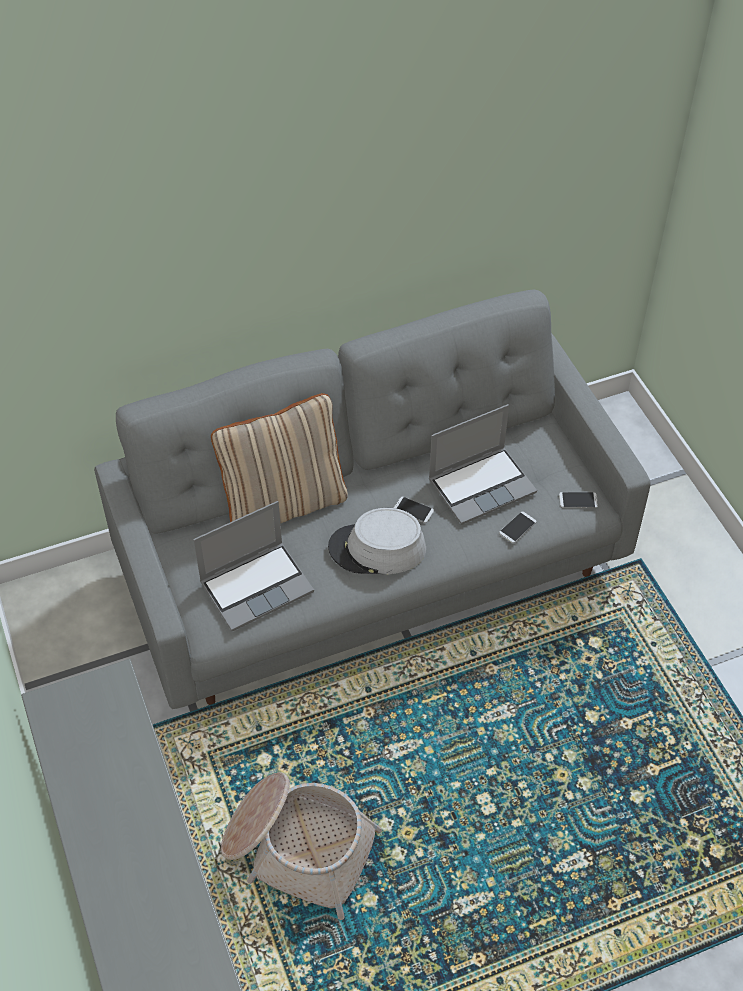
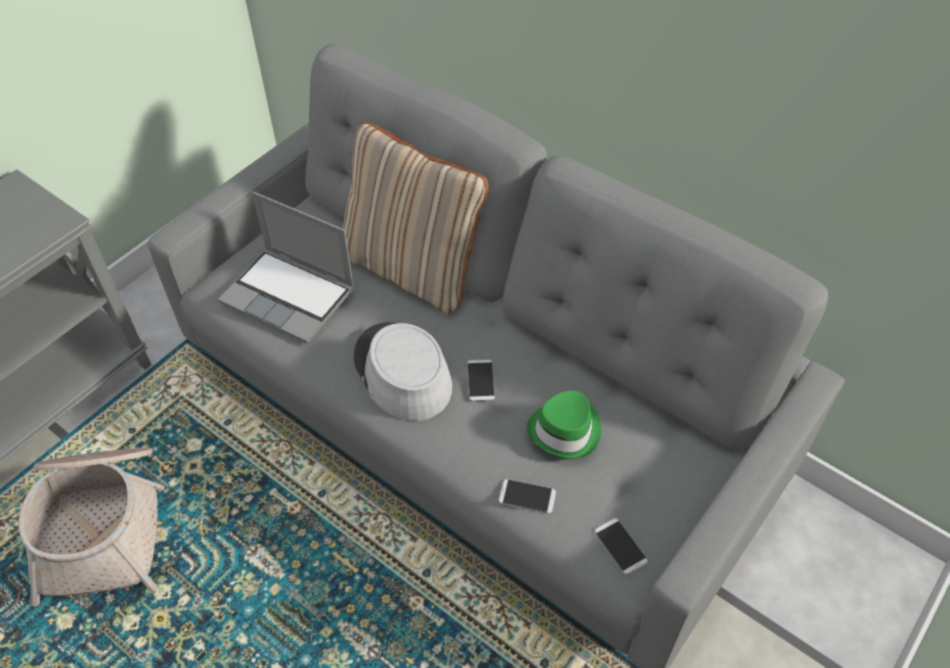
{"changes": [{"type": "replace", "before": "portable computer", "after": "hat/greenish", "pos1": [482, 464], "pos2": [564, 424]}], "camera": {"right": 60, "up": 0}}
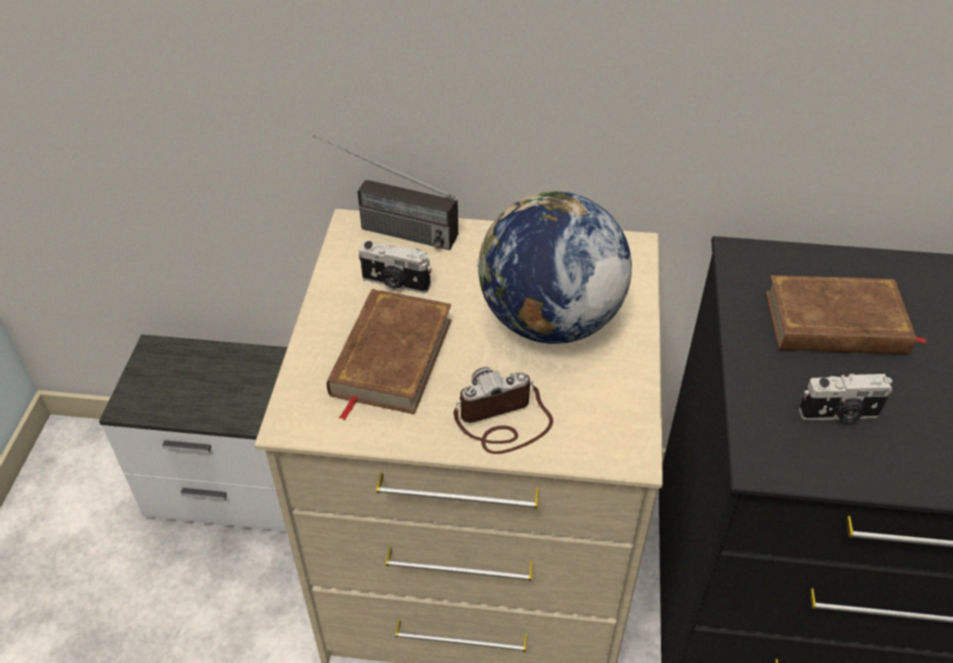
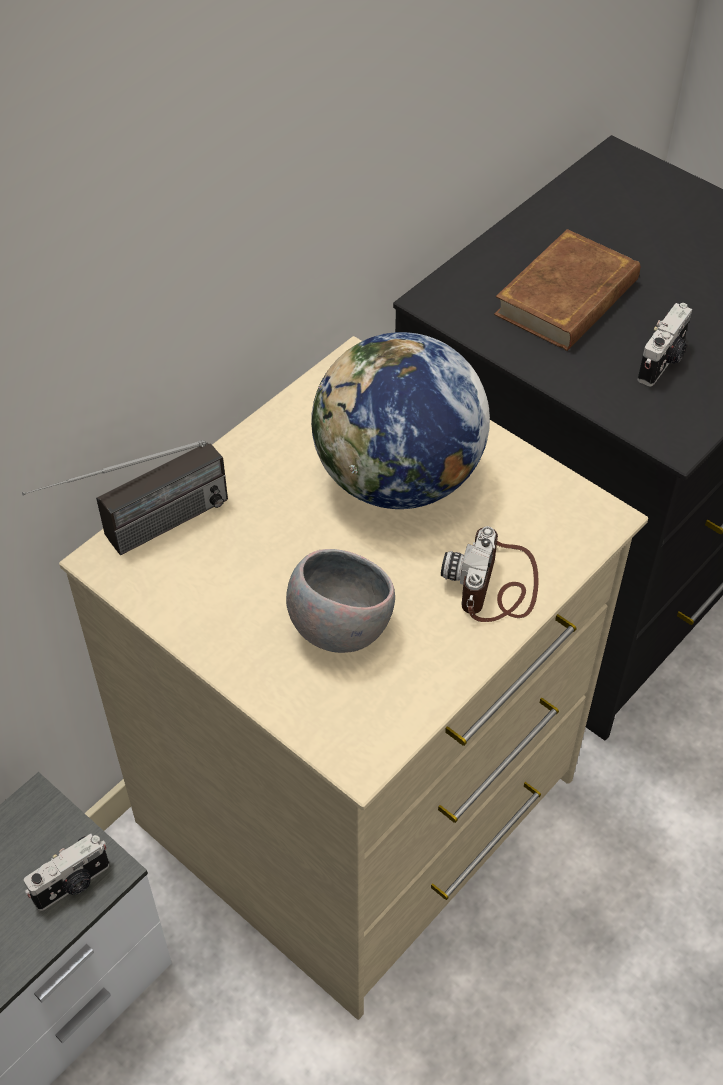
{"changes": [{"type": "replace", "before": "bound book/brown", "after": "serving bowl/greyish", "pos1": [389, 354], "pos2": [340, 601]}, {"type": "move", "before": "photo camera", "pos1": [395, 267], "pos2": [66, 872]}], "camera": {"right": -55, "up": 5}}
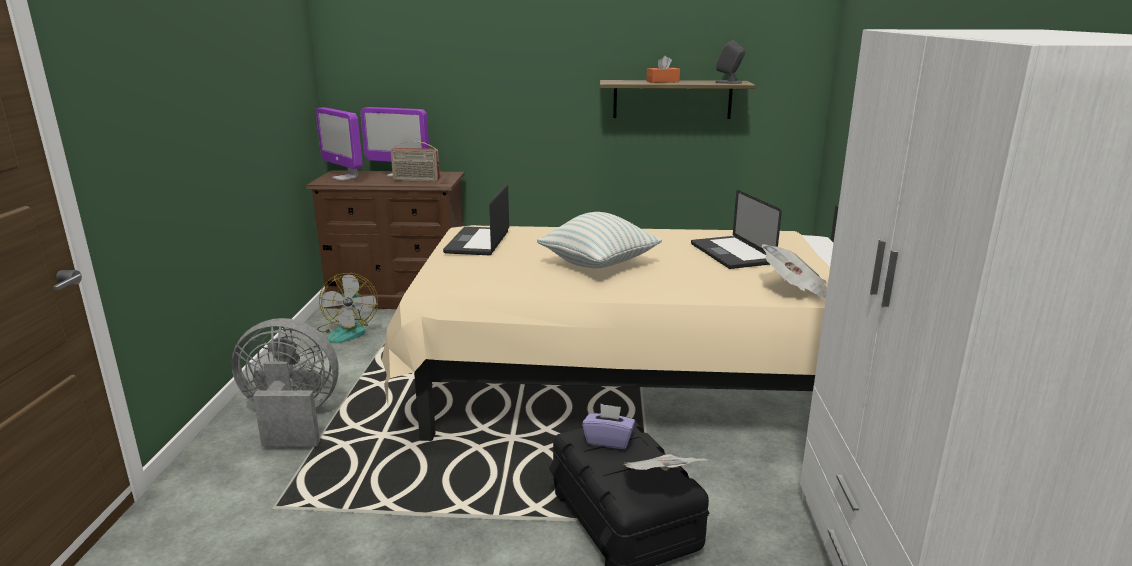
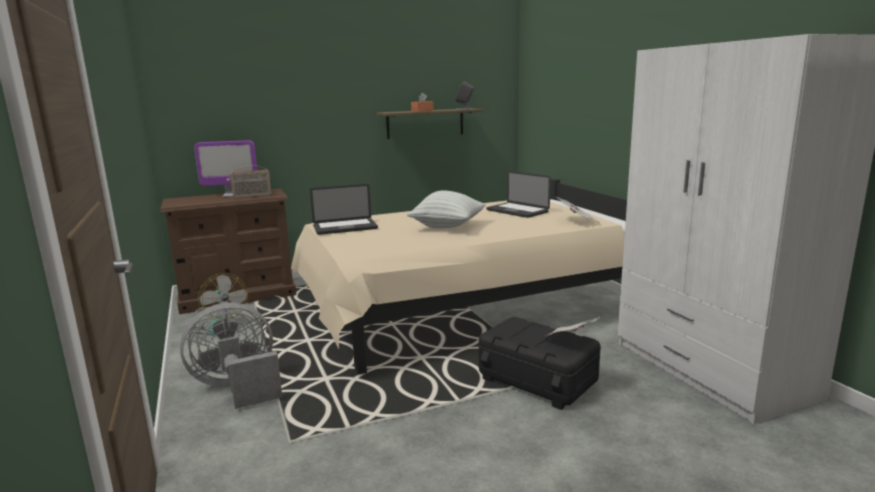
{"changes": [{"type": "delete", "before": "computer display", "pos1": [339, 144]}, {"type": "rotate", "before": "portable computer", "pos1": [476, 219], "pos2": [344, 209], "turn": -90}, {"type": "delete", "before": "box of tissues/purple-coloured", "pos1": [608, 426]}], "camera": {"right": -25, "up": -5}}
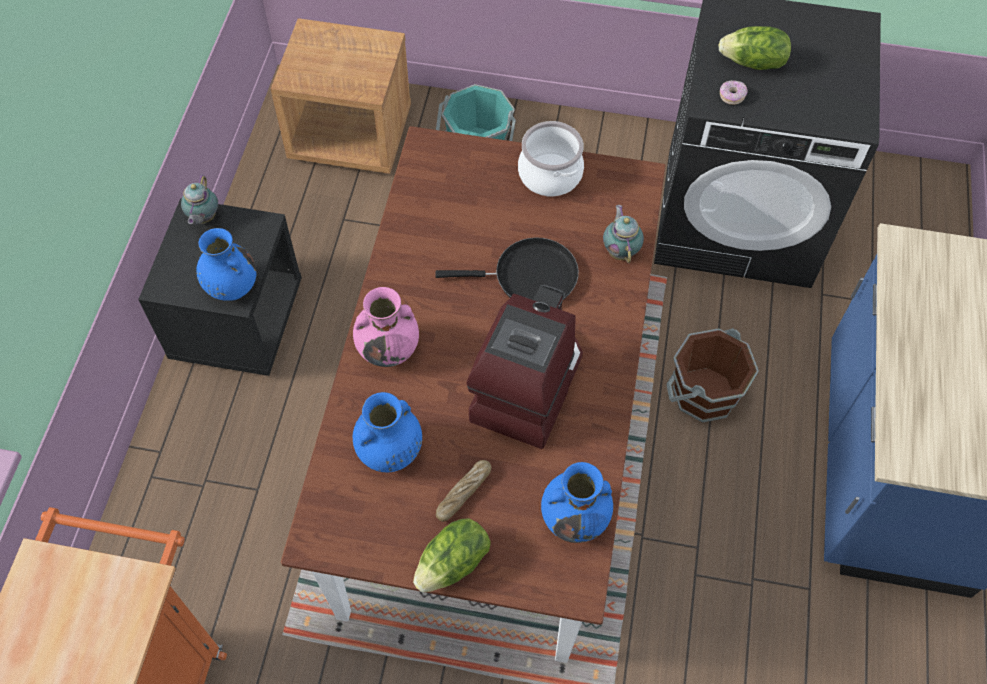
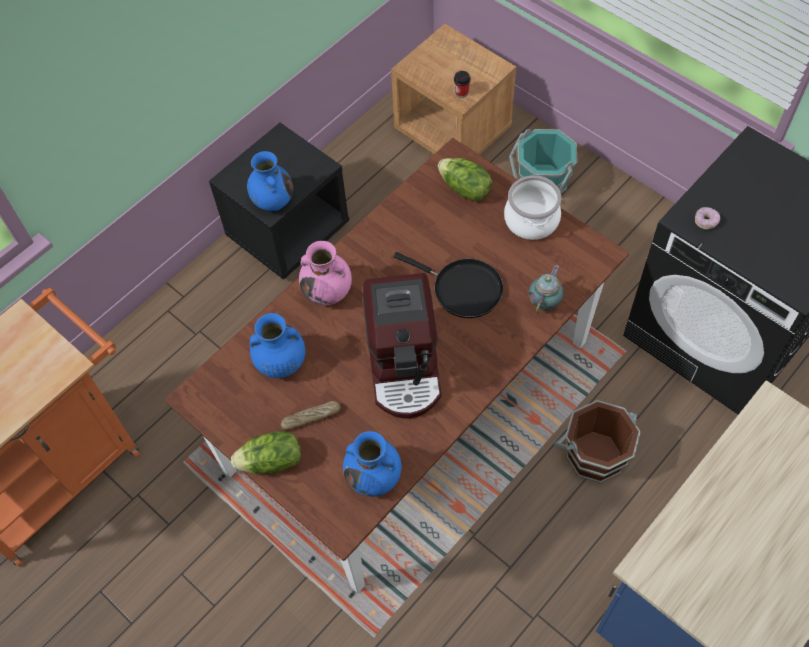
{"changes": [{"type": "delete", "before": "pot for tea", "pos1": [199, 200]}, {"type": "rotate", "before": "coffee machine", "pos1": [524, 367], "pos2": [402, 346], "turn": 120}, {"type": "move", "before": "lettuce", "pos1": [754, 48], "pos2": [465, 179]}, {"type": "insert", "after": "small cup", "pos2": [462, 84]}], "camera": {"right": 35, "up": 0}}
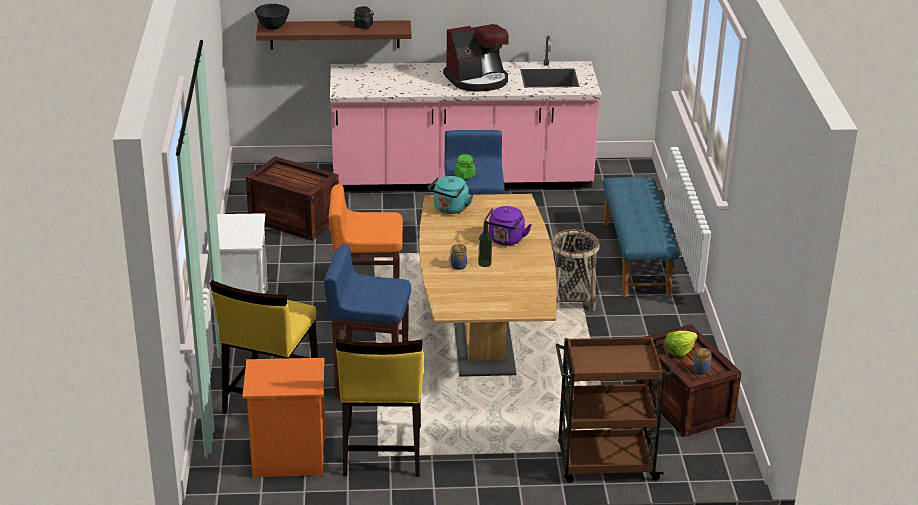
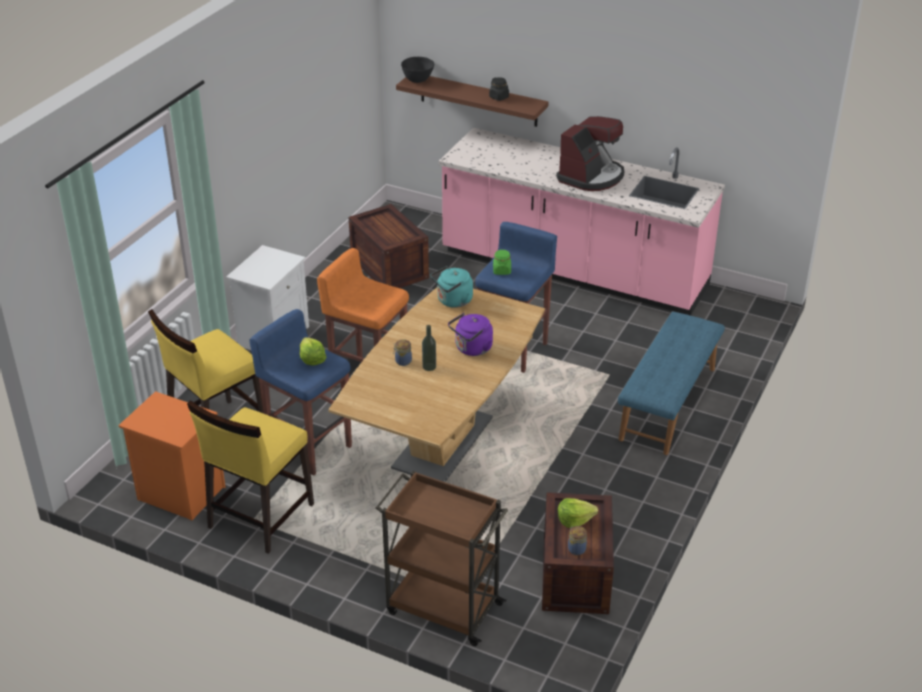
{"changes": [{"type": "rotate", "before": "coffee machine", "pos1": [476, 58], "pos2": [590, 153], "turn": -60}, {"type": "delete", "before": "storage basket", "pos1": [575, 270]}, {"type": "insert", "after": "lettuce", "pos2": [313, 351]}], "camera": {"right": 30, "up": 5}}
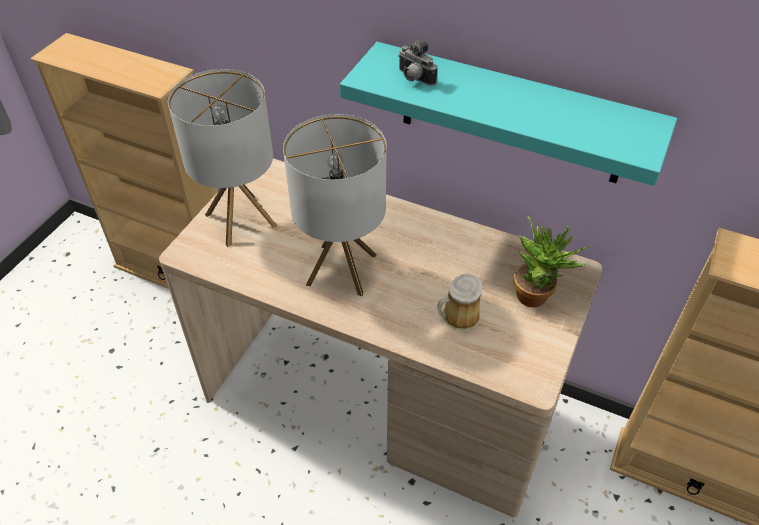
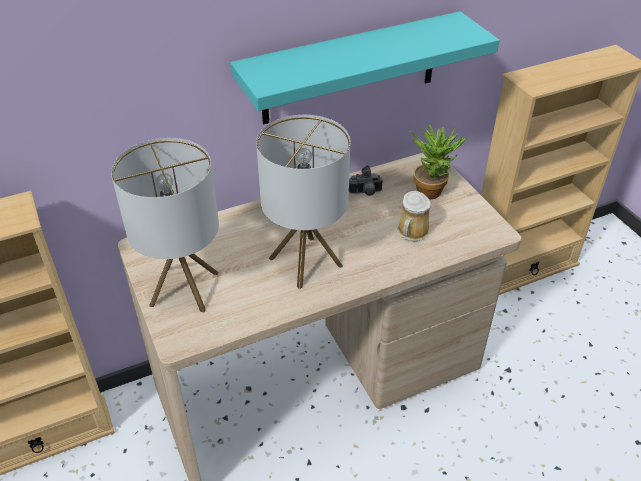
{"changes": [{"type": "move", "before": "photo camera", "pos1": [417, 63], "pos2": [366, 180]}], "camera": {"right": -50, "up": -5}}
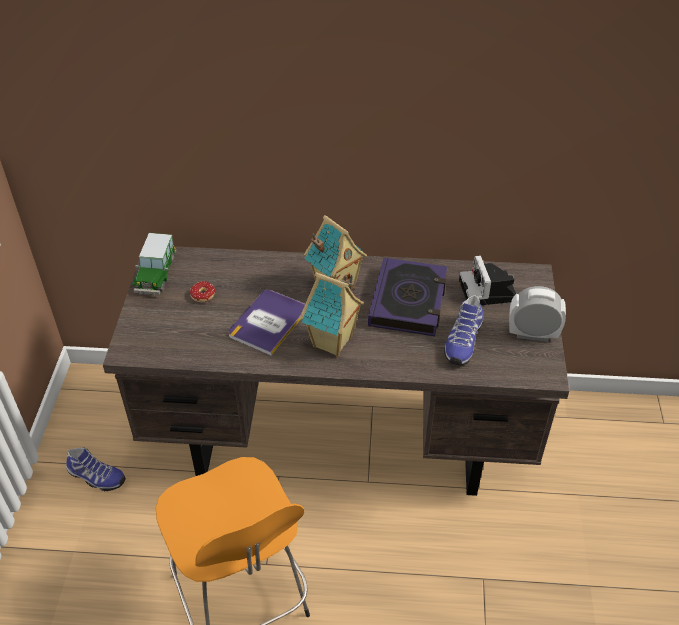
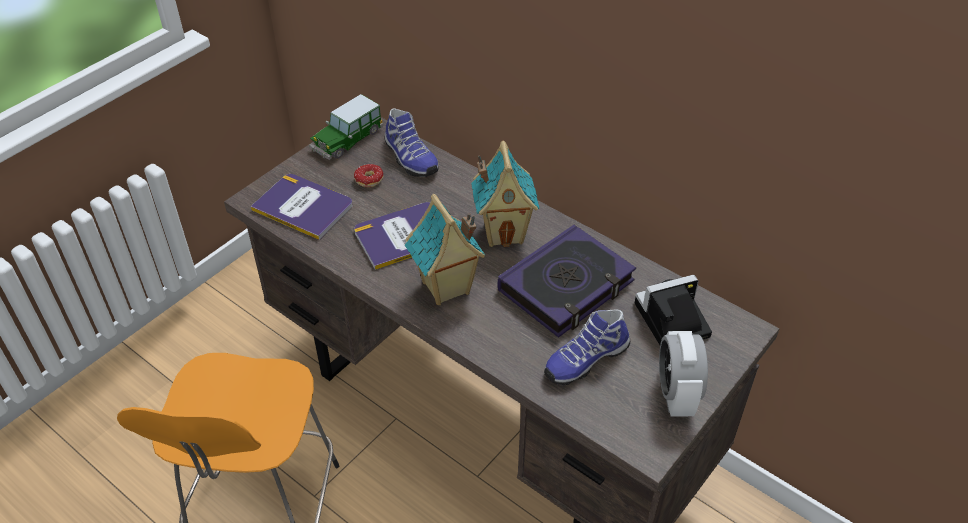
{"changes": [{"type": "move", "before": "shoe", "pos1": [96, 469], "pos2": [412, 142]}, {"type": "rotate", "before": "photo camera", "pos1": [487, 280], "pos2": [673, 310], "turn": 45}, {"type": "rotate", "before": "bedside clock", "pos1": [537, 314], "pos2": [683, 374], "turn": -135}, {"type": "insert", "after": "bound book", "pos2": [301, 207]}], "camera": {"right": 35, "up": 0}}
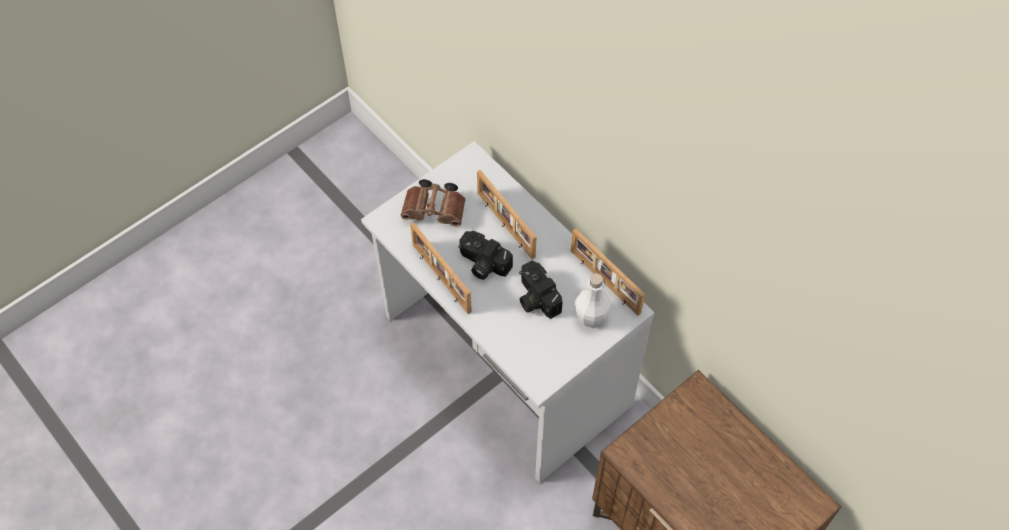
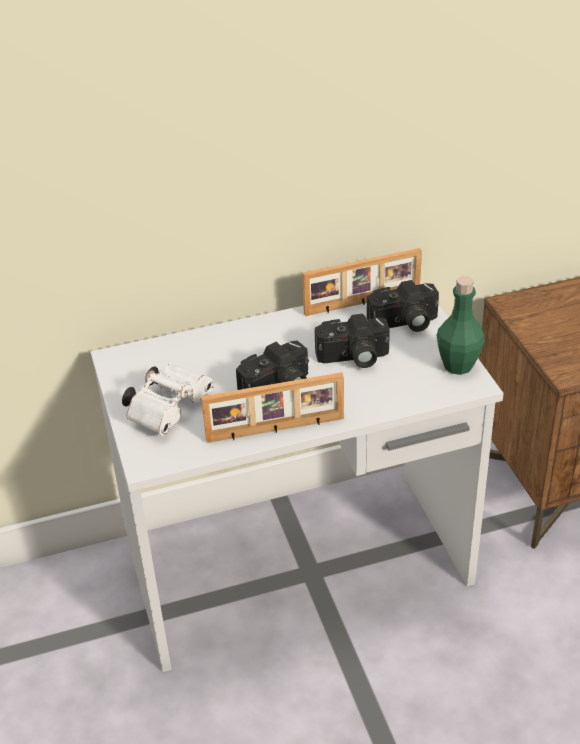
{"changes": [{"type": "recolor", "before": "pair of binoculars/brown", "after": "pair of binoculars/white-coloured", "pos1": [433, 203], "pos2": [168, 399]}, {"type": "delete", "before": "photo frame", "pos1": [506, 214]}, {"type": "replace", "before": "bottle/white-coloured", "after": "photo camera", "pos1": [593, 300], "pos2": [403, 306]}, {"type": "insert", "after": "bottle/greenish", "pos2": [461, 325]}], "camera": {"right": -65, "up": -20}}
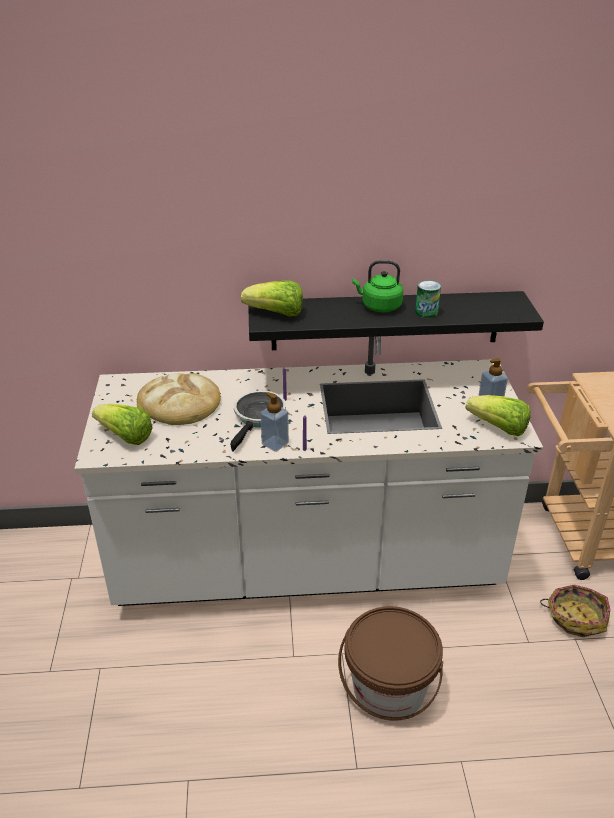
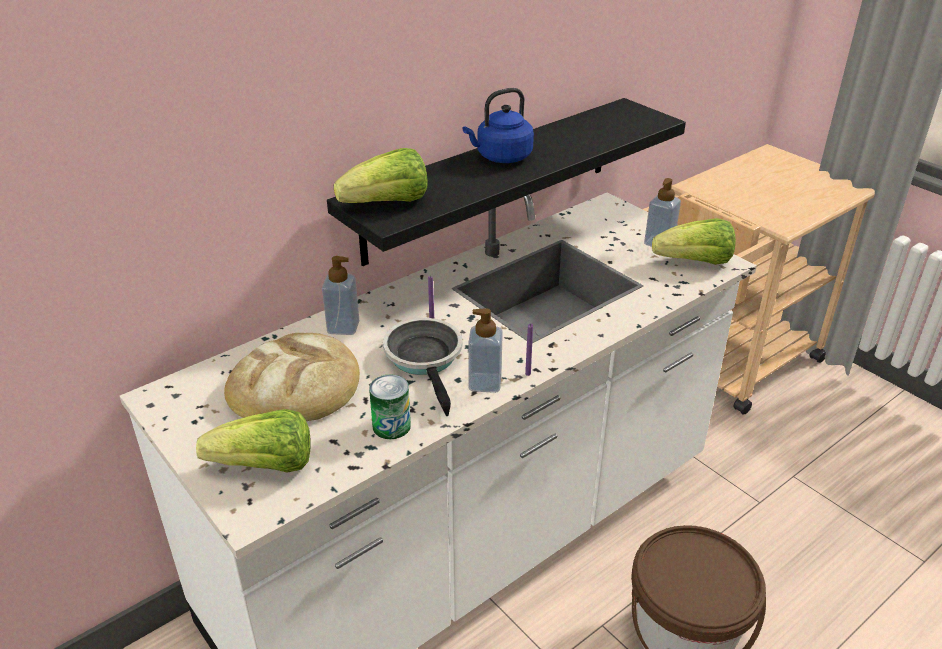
{"changes": [{"type": "recolor", "before": "tea kettle/greenish", "after": "tea kettle/blue", "pos1": [377, 286], "pos2": [498, 125]}, {"type": "move", "before": "metal can", "pos1": [428, 299], "pos2": [390, 406]}, {"type": "delete", "before": "storage basket", "pos1": [575, 611]}, {"type": "insert", "after": "soap dispenser", "pos2": [340, 295]}], "camera": {"right": -35, "up": 0}}
